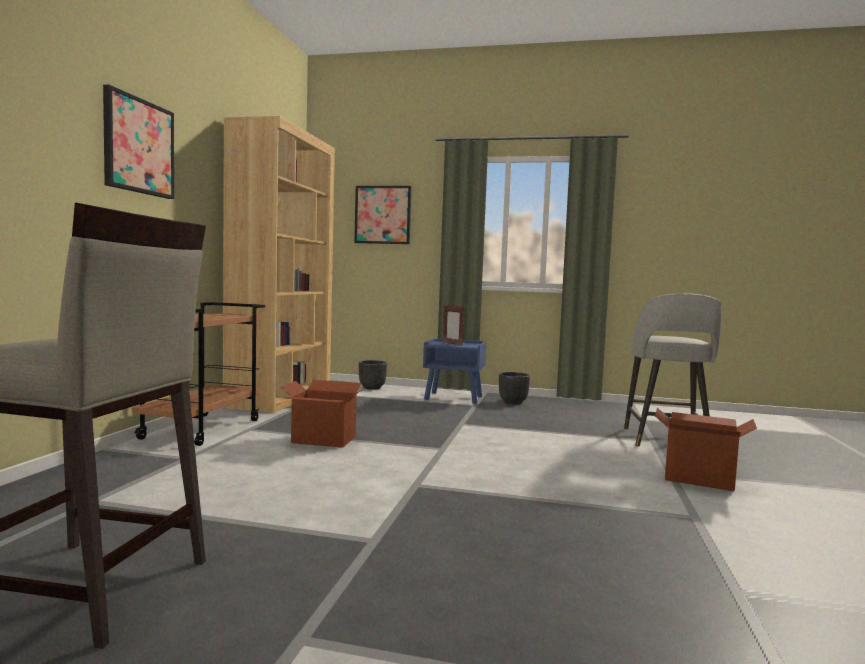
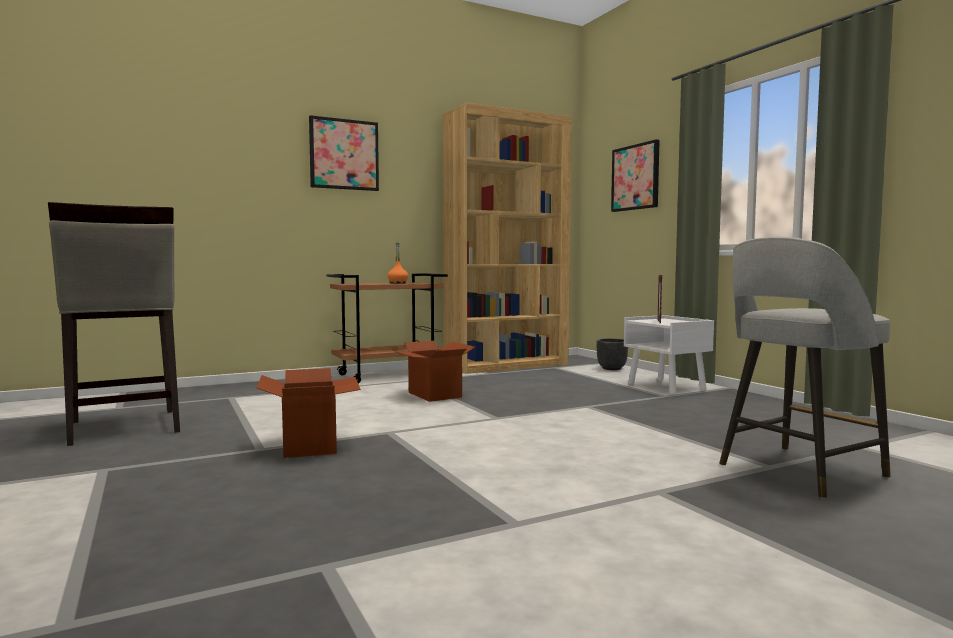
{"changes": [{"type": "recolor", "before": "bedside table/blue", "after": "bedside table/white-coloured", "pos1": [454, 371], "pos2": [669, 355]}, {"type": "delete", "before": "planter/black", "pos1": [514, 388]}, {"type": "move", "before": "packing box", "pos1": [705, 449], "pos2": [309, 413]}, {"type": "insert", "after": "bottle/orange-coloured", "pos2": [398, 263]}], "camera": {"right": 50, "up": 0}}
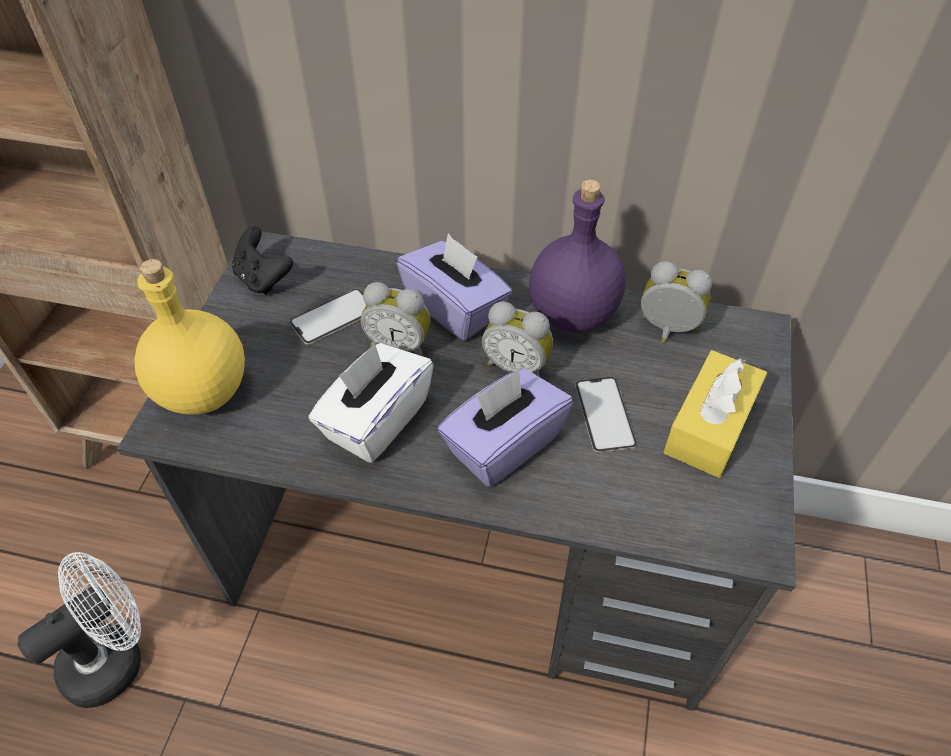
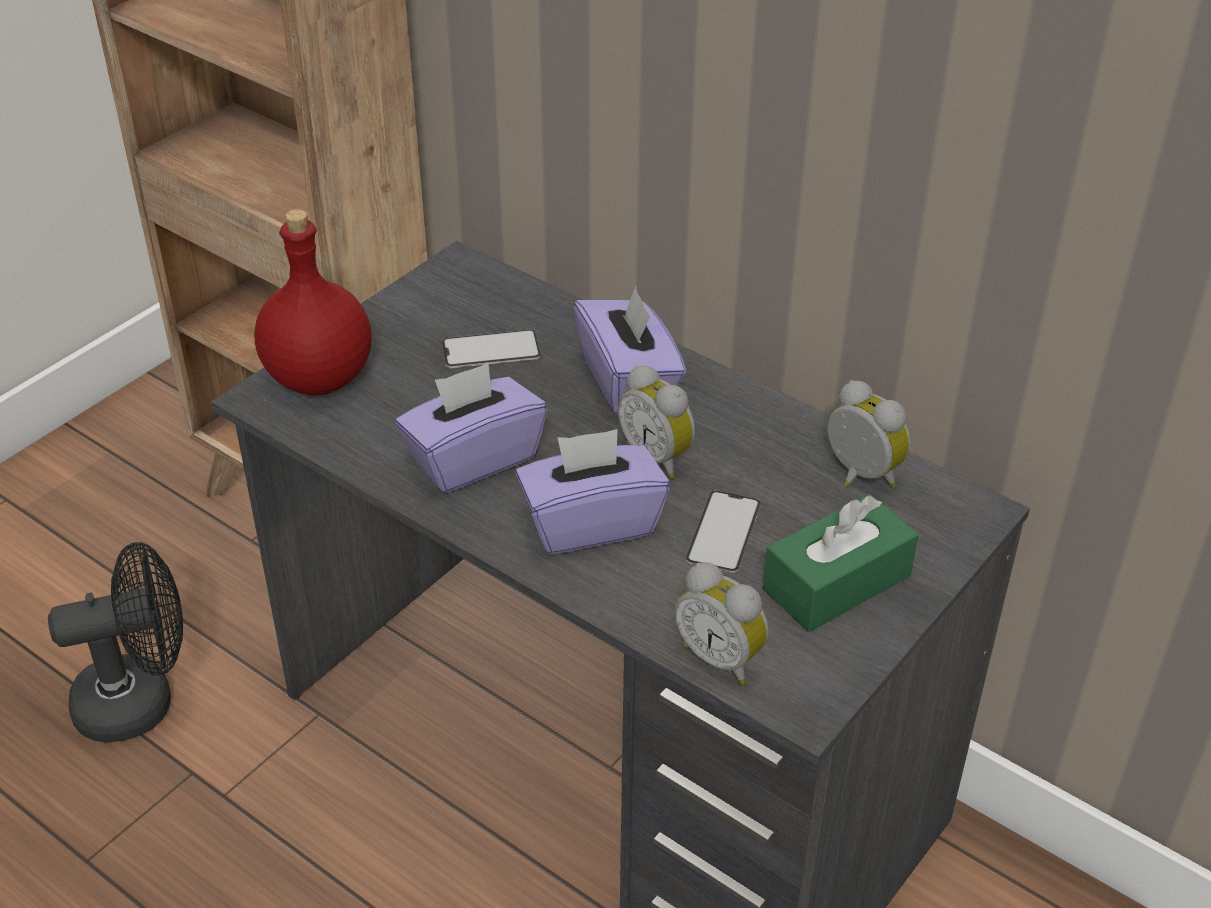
{"changes": [{"type": "recolor", "before": "electric fan/white-coloured", "after": "electric fan/black", "pos1": [79, 630], "pos2": [115, 642]}, {"type": "recolor", "before": "bottle/yellow", "after": "bottle/reddish", "pos1": [189, 337], "pos2": [313, 302]}, {"type": "delete", "before": "game controller/black", "pos1": [262, 261]}, {"type": "recolor", "before": "box of tissues/white-coloured", "after": "box of tissues/purple-coloured", "pos1": [371, 403], "pos2": [471, 428]}, {"type": "move", "before": "bedside clock", "pos1": [396, 319], "pos2": [721, 623]}, {"type": "delete", "before": "bottle/purple-coloured", "pos1": [577, 256]}, {"type": "recolor", "before": "box of tissues/yellow", "after": "box of tissues/greenish", "pos1": [715, 414], "pos2": [840, 563]}], "camera": {"right": 25, "up": -10}}
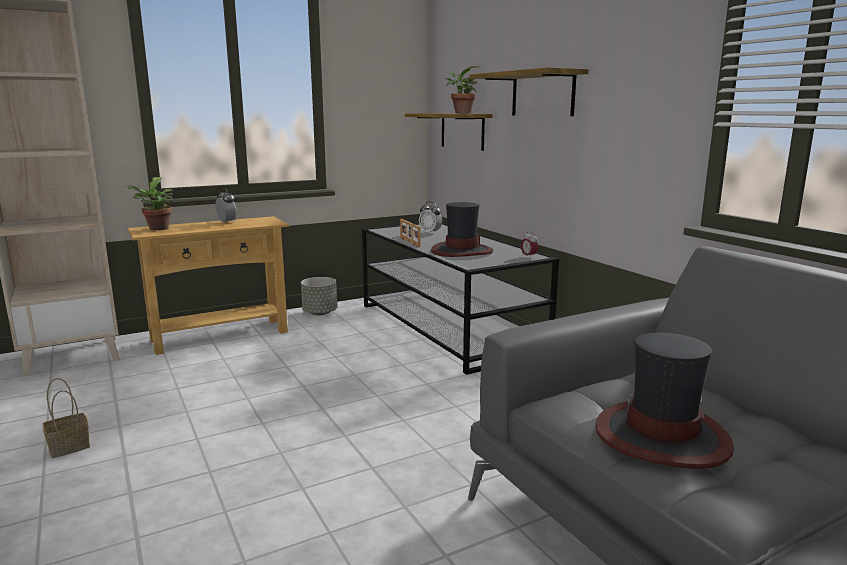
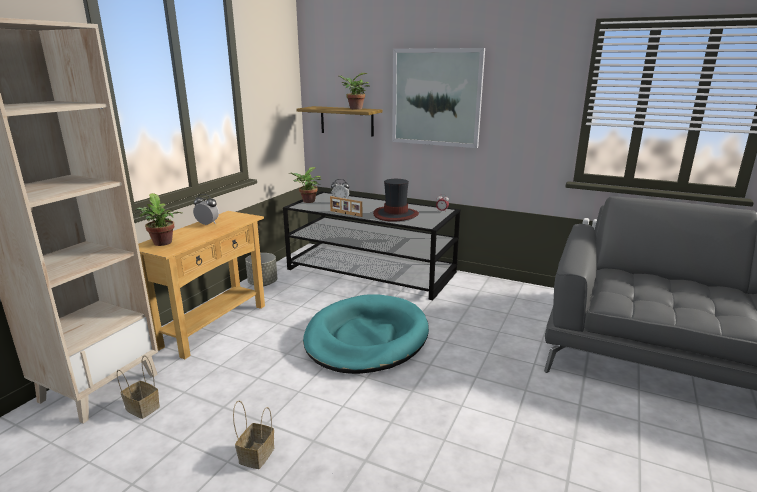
{"changes": [{"type": "replace", "before": "shelf", "after": "wall picture", "pos1": [529, 91], "pos2": [438, 98]}, {"type": "delete", "before": "hat", "pos1": [664, 401]}, {"type": "insert", "after": "storage basket", "pos2": [138, 387]}, {"type": "insert", "after": "potted plant", "pos2": [304, 185]}, {"type": "insert", "after": "dog cushion/turquoise-coloured", "pos2": [366, 334]}], "camera": {"right": -35, "up": 5}}
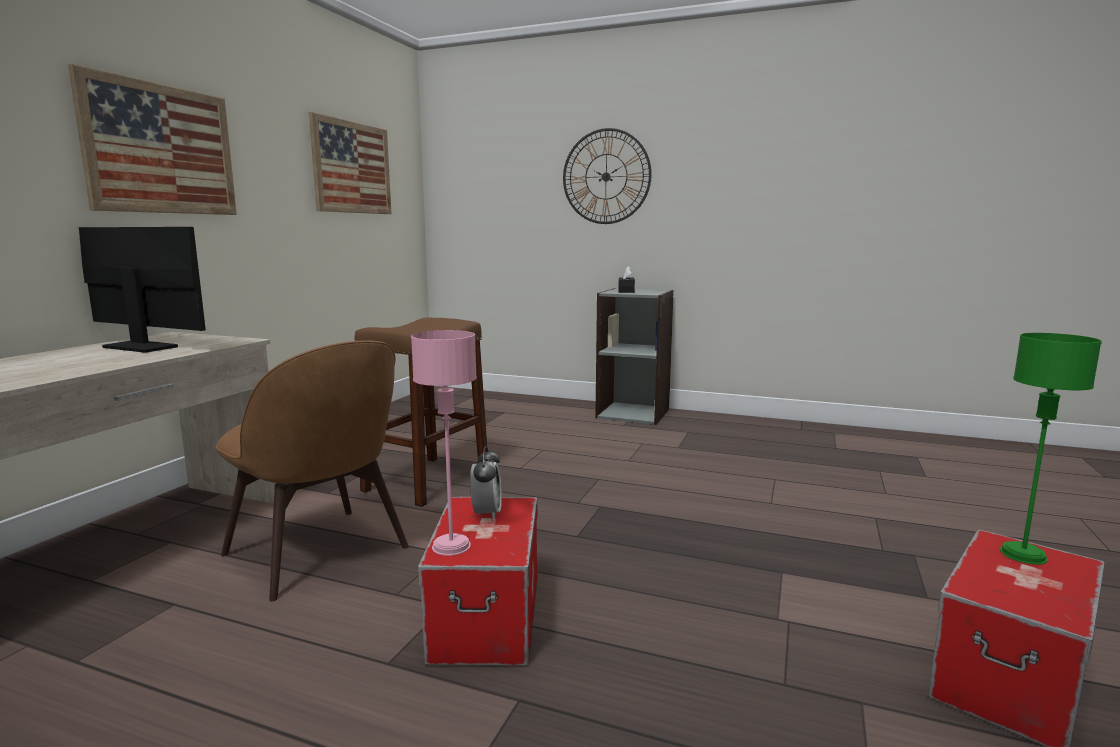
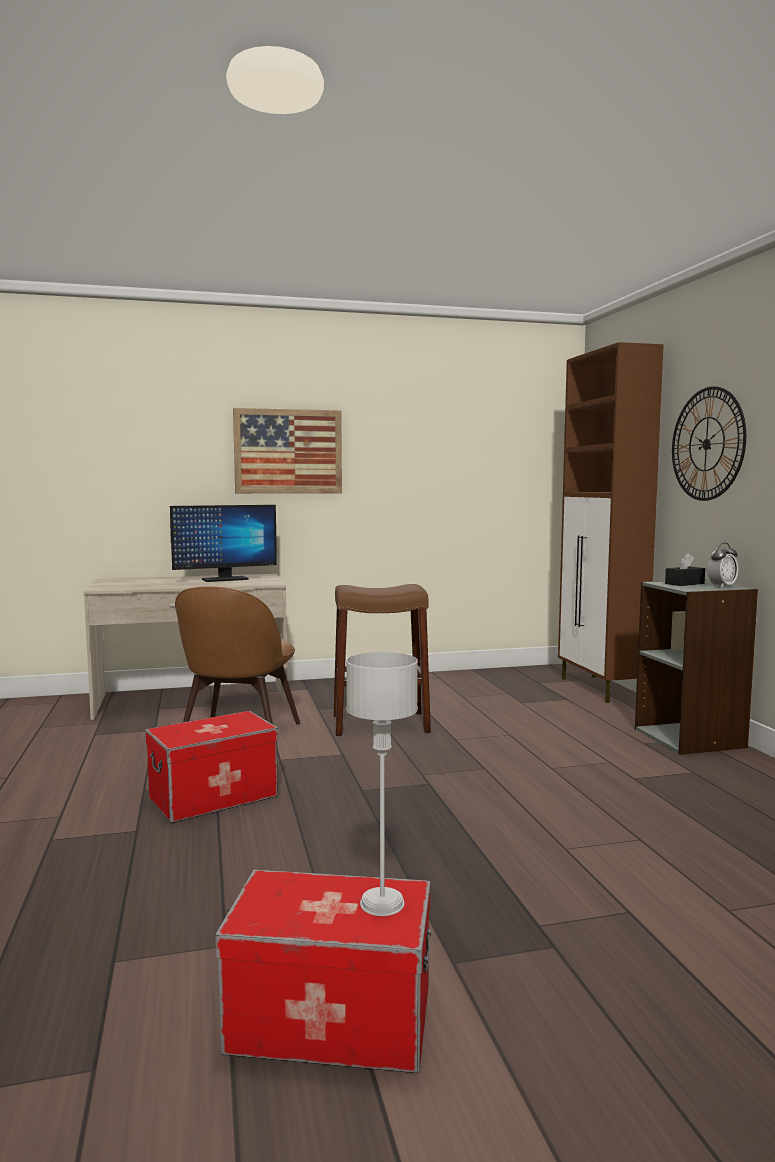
{"changes": [{"type": "rotate", "before": "computer display", "pos1": [142, 290], "pos2": [223, 543], "turn": 75}, {"type": "delete", "before": "wall picture", "pos1": [350, 163]}, {"type": "delete", "before": "lamp for a table/pink", "pos1": [444, 443]}, {"type": "move", "before": "bedside clock", "pos1": [486, 483], "pos2": [722, 565]}, {"type": "recolor", "before": "lamp for a table/greenish", "after": "lamp for a table/greyish", "pos1": [1051, 449], "pos2": [382, 784]}, {"type": "insert", "after": "cupboard/brown", "pos2": [611, 522]}], "camera": {"right": 55, "up": -5}}
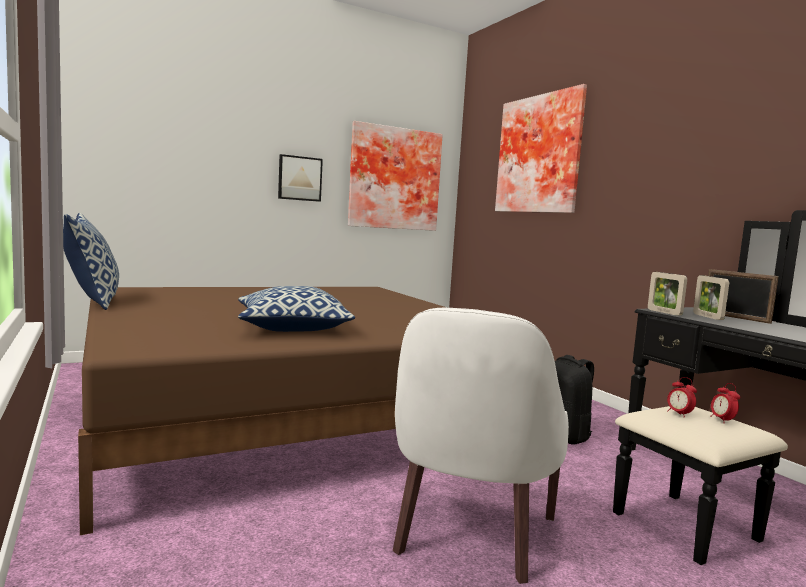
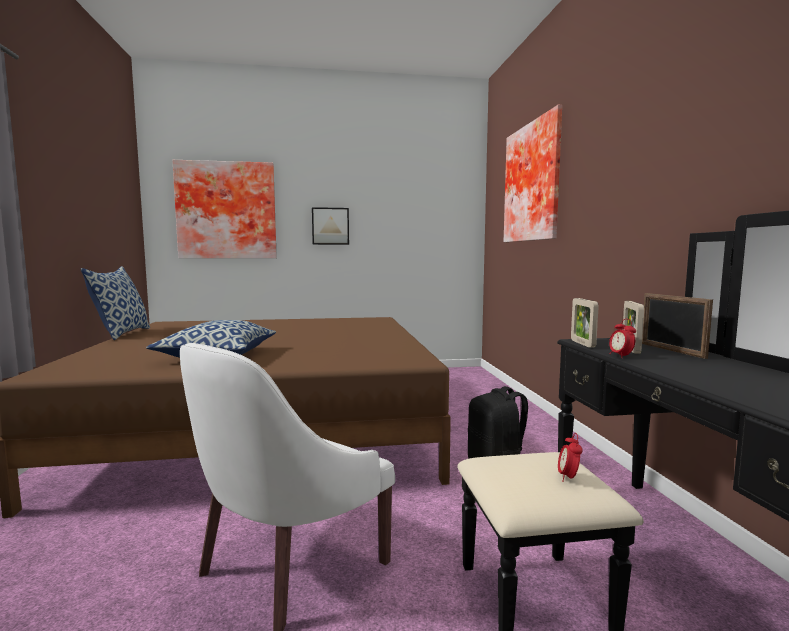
{"changes": [{"type": "move", "before": "wall picture", "pos1": [395, 176], "pos2": [224, 209]}, {"type": "move", "before": "bedside clock", "pos1": [682, 396], "pos2": [622, 338]}], "camera": {"right": 20, "up": 0}}
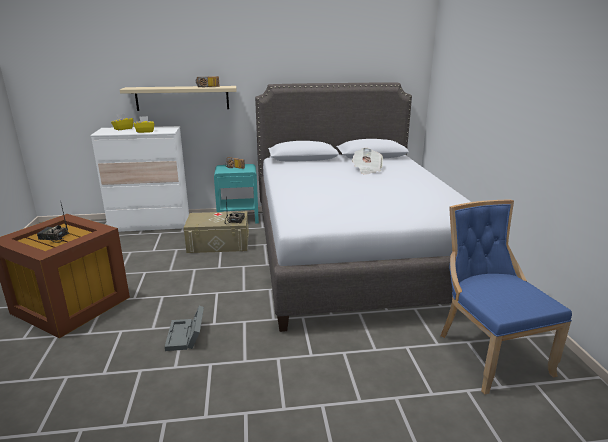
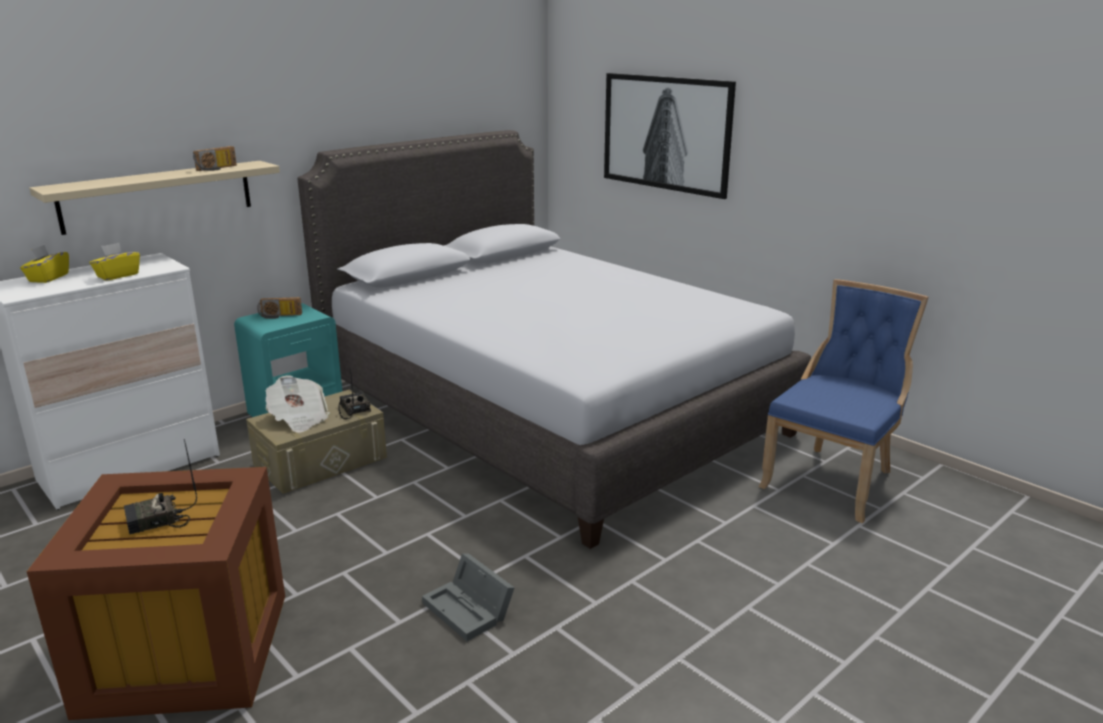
{"changes": [{"type": "move", "before": "printed paper", "pos1": [367, 161], "pos2": [297, 404]}, {"type": "rotate", "before": "plain chair/blue", "pos1": [506, 297], "pos2": [843, 401], "turn": 90}, {"type": "insert", "after": "wall picture", "pos2": [670, 136]}], "camera": {"right": -35, "up": 0}}
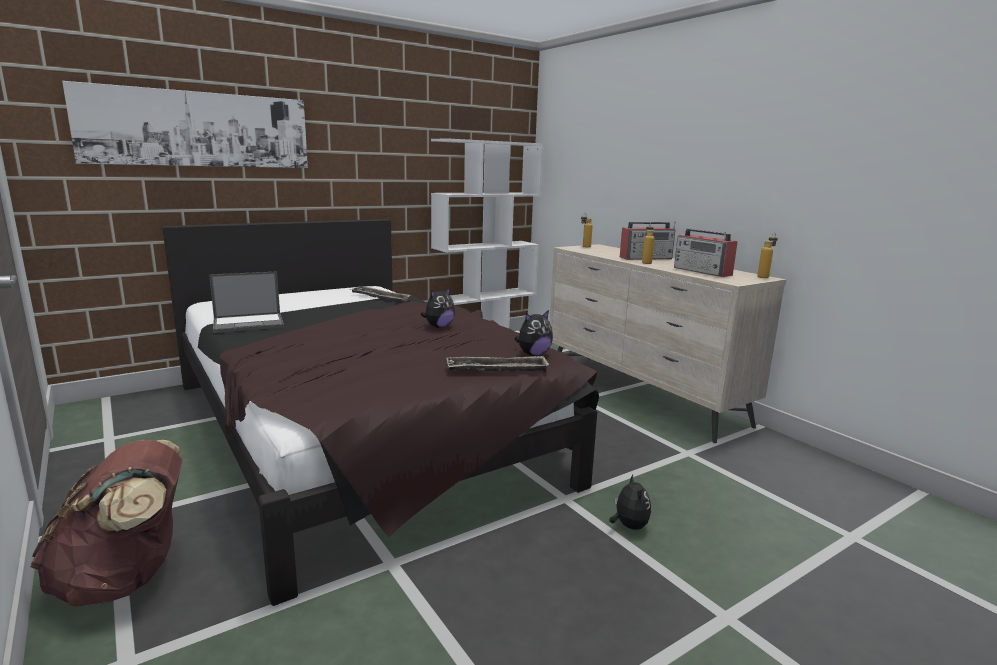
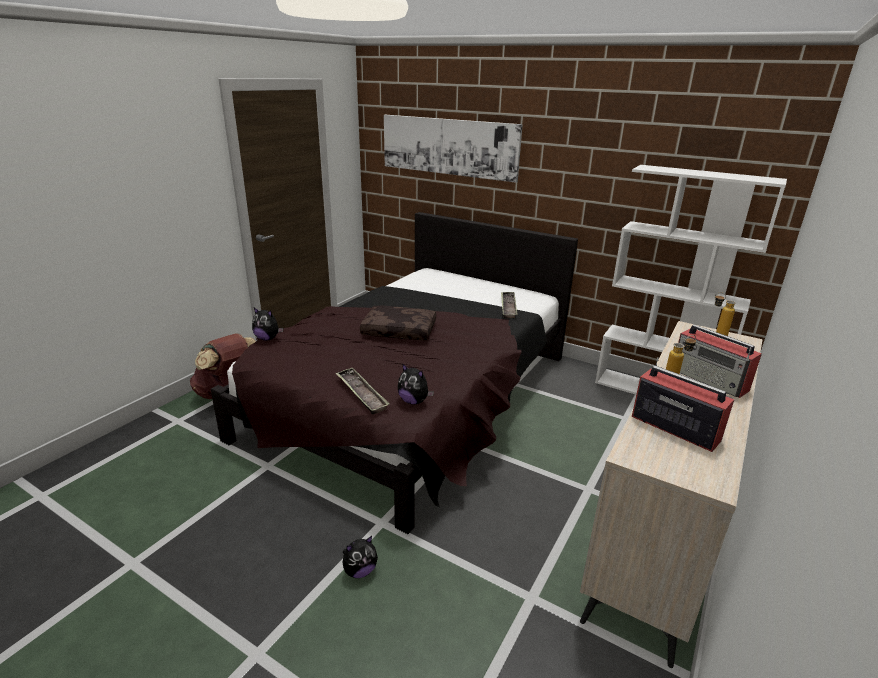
{"changes": [{"type": "delete", "before": "portable computer", "pos1": [246, 302]}, {"type": "move", "before": "cuddly toy", "pos1": [438, 307], "pos2": [267, 324]}, {"type": "rotate", "before": "radio", "pos1": [706, 253], "pos2": [683, 404], "turn": 105}, {"type": "delete", "before": "bottle", "pos1": [767, 255]}, {"type": "insert", "after": "pillow/brown", "pos2": [398, 322]}], "camera": {"right": 65, "up": 10}}
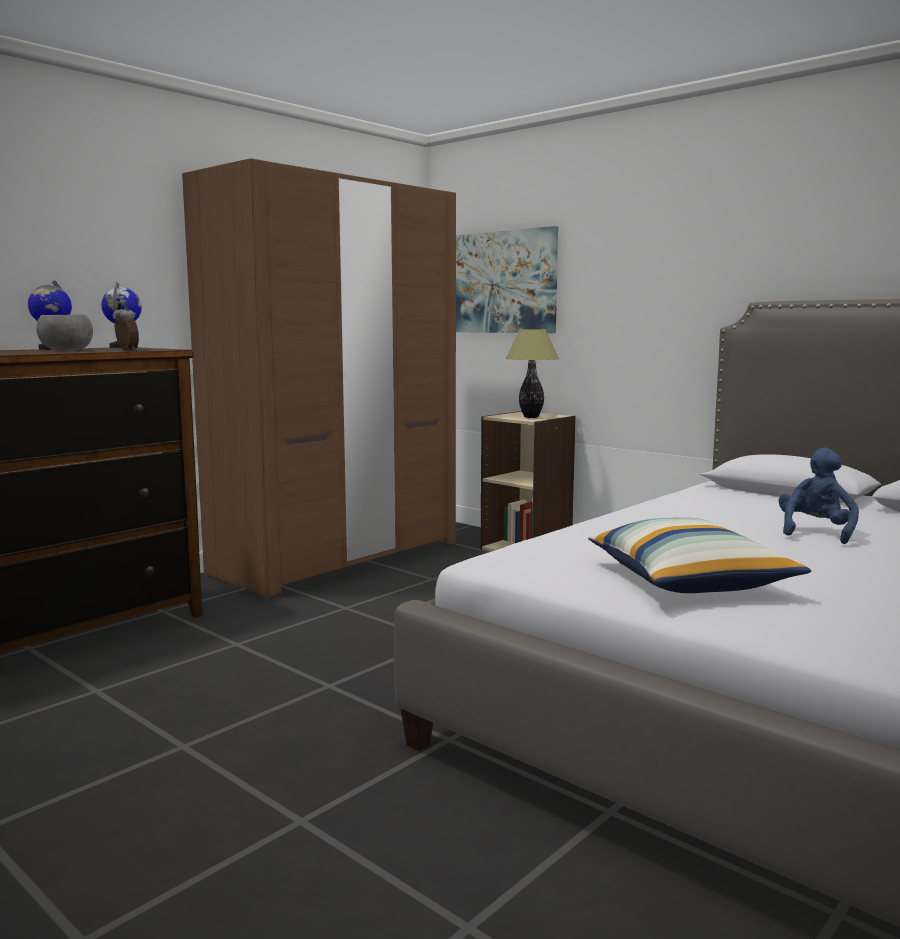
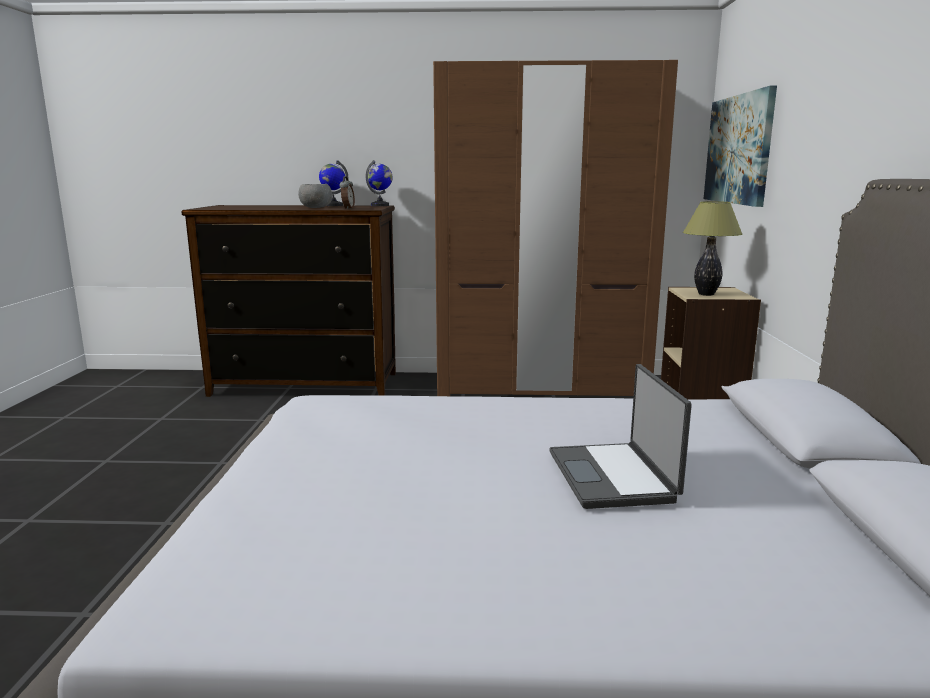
{"changes": [{"type": "delete", "before": "pillow", "pos1": [699, 555]}, {"type": "replace", "before": "cuddly toy/blue", "after": "portable computer", "pos1": [819, 496], "pos2": [620, 436]}], "camera": {"right": 50, "up": 5}}
